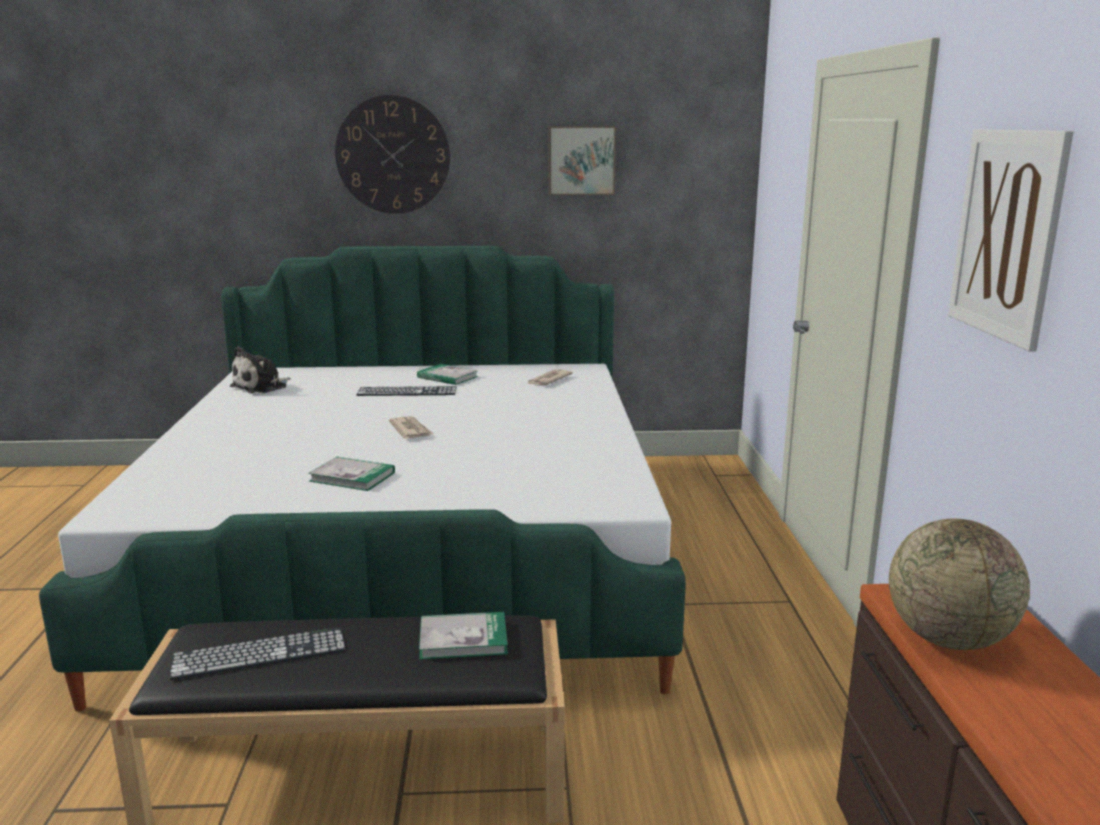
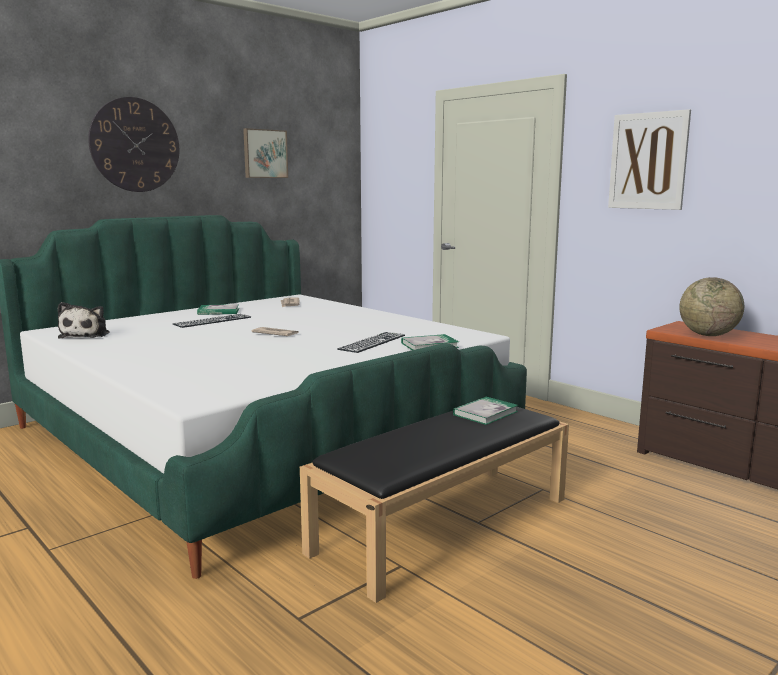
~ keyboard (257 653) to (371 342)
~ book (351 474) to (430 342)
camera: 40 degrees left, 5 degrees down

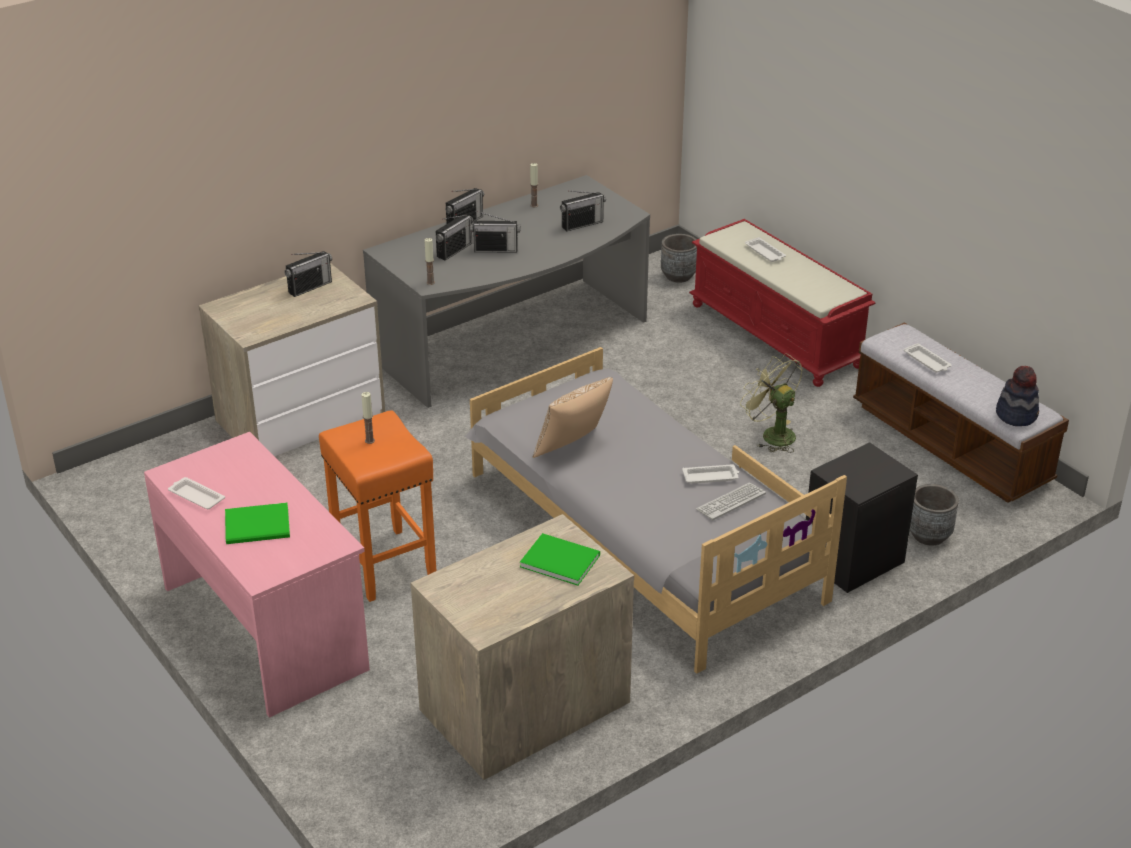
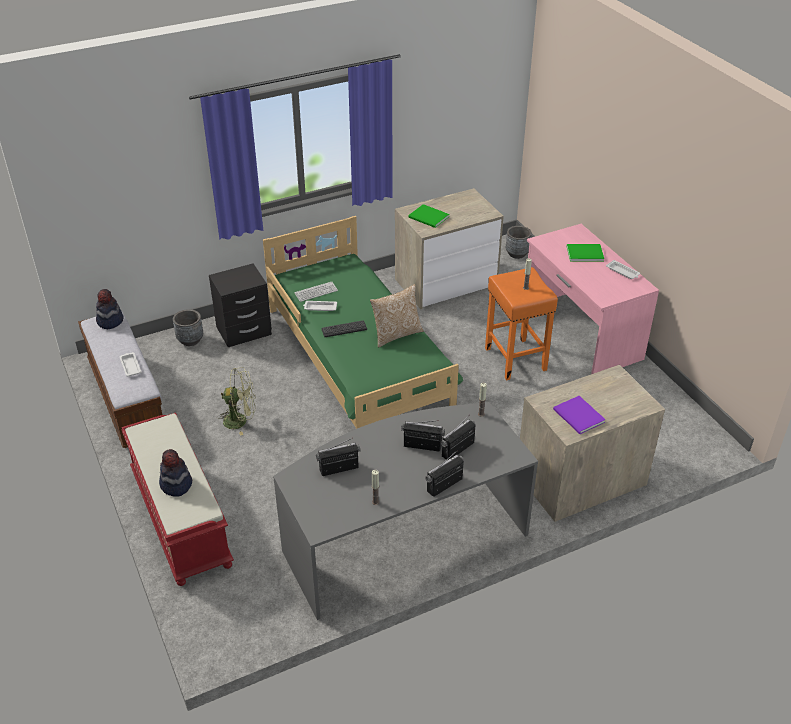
+ keyboard (344 328)
~ greyish flower pot (679 258) to (519 242)
~ radio (308 274) to purplish book (579 415)
~ white-coloured tray (765 249) to clothing hat (175 472)
~ greyish bedroom bed (655 510) to green bedroom bed (363 322)
~ green cooling fan (771 403) = (236 401) 60 degrees counterclockwise
camera: 170 degrees left, 5 degrees up

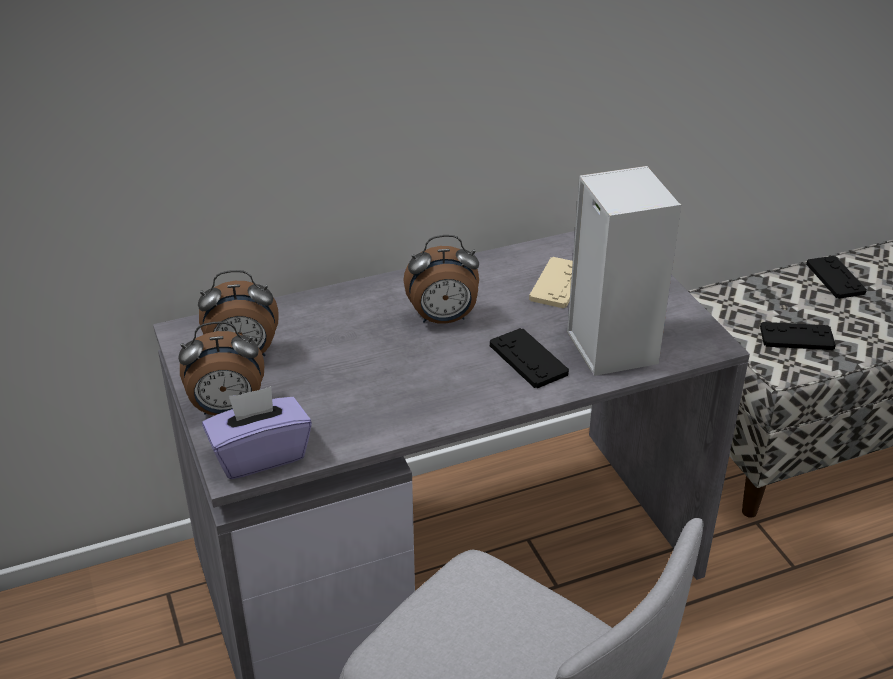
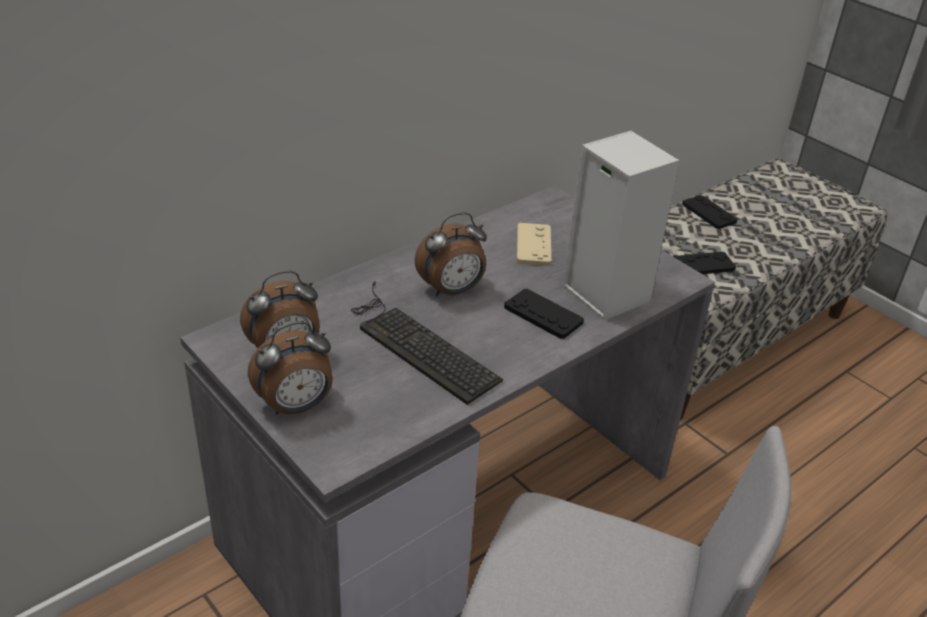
- purplish box of tissues (257 432)
+ keyboard (427 343)
camera: 20 degrees left, 0 degrees up

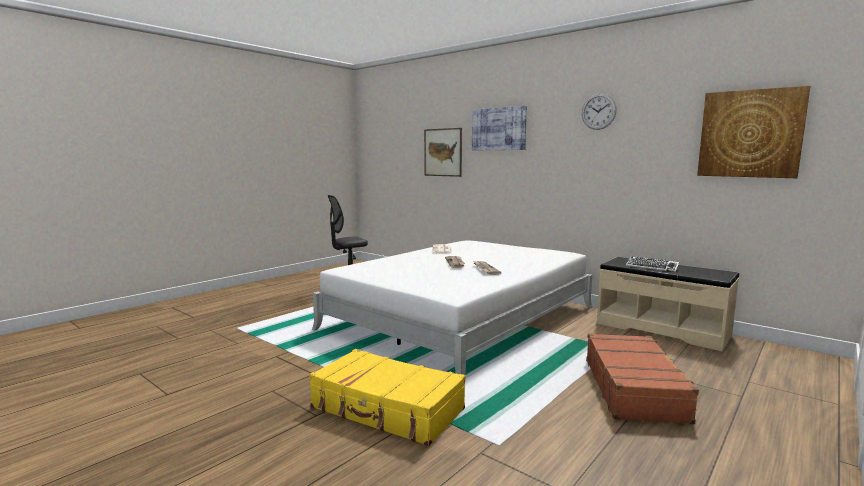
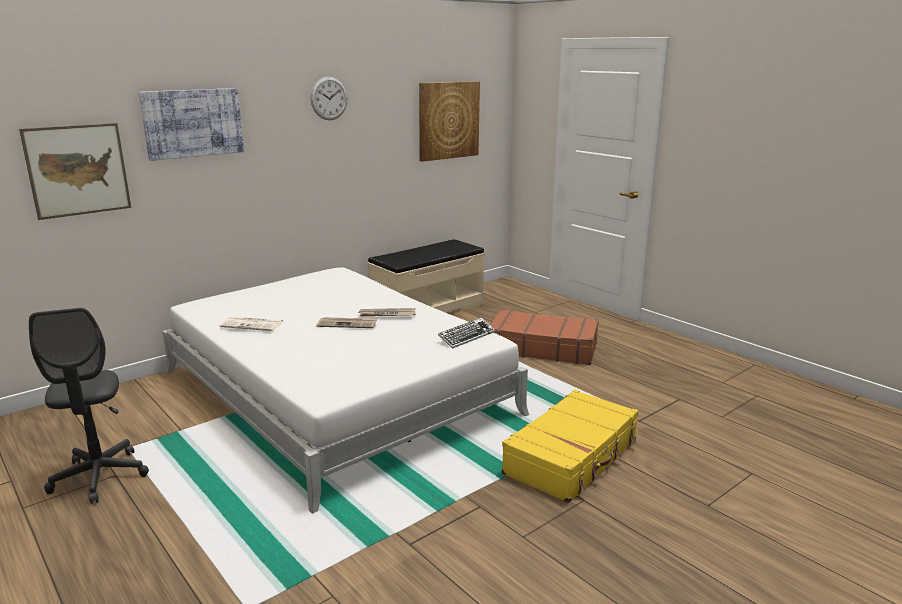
~ keyboard (652 264) to (466 333)
camera: 80 degrees left, 10 degrees up

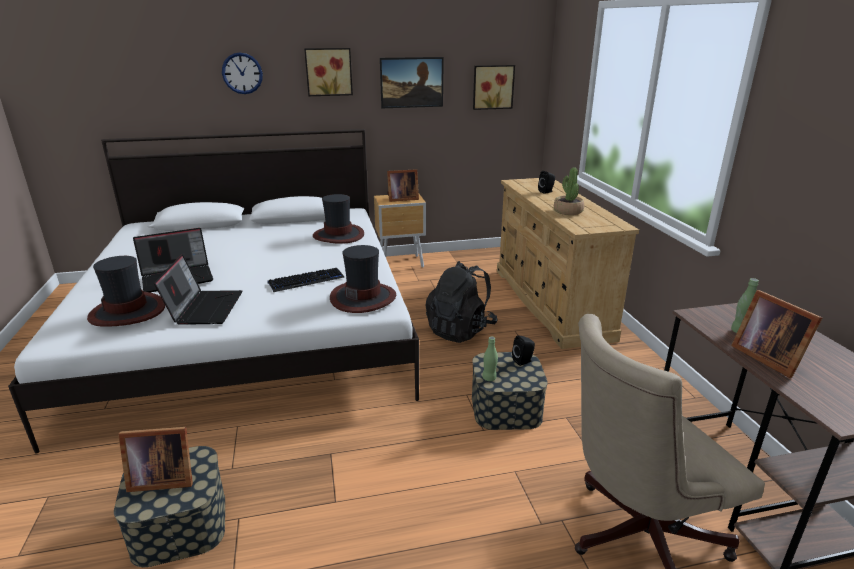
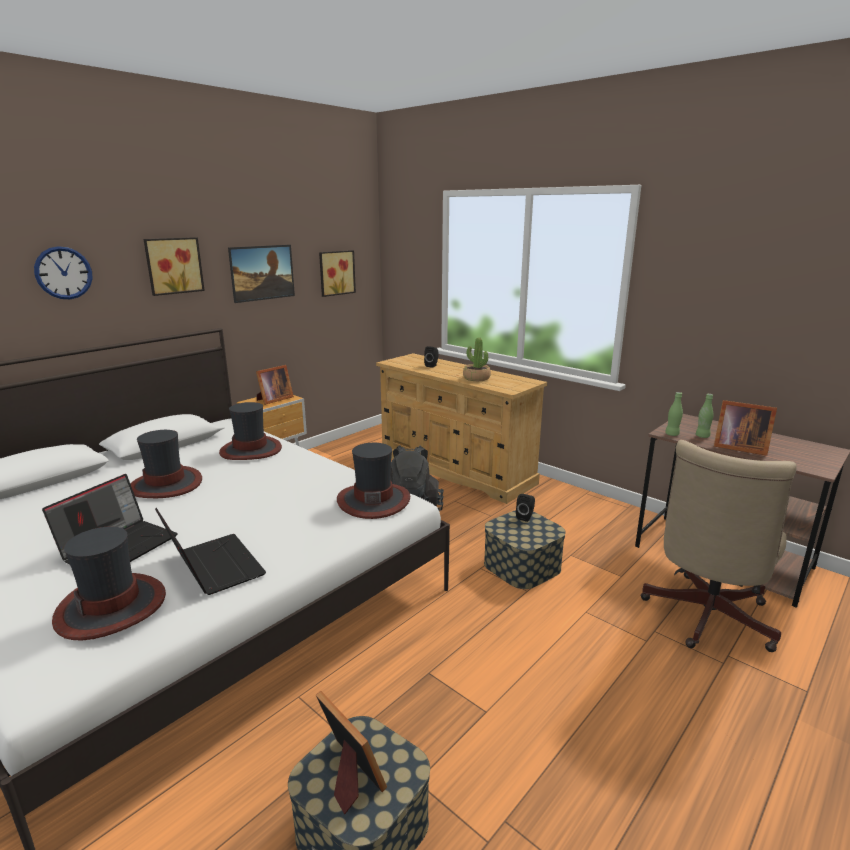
- keyboard (305 280)
+ clothing hat (166 464)
~ green bottle (490 359) to (674 414)
~ photo frame (155 459) = (351 752) 90 degrees counterclockwise
camera: 35 degrees left, 5 degrees down

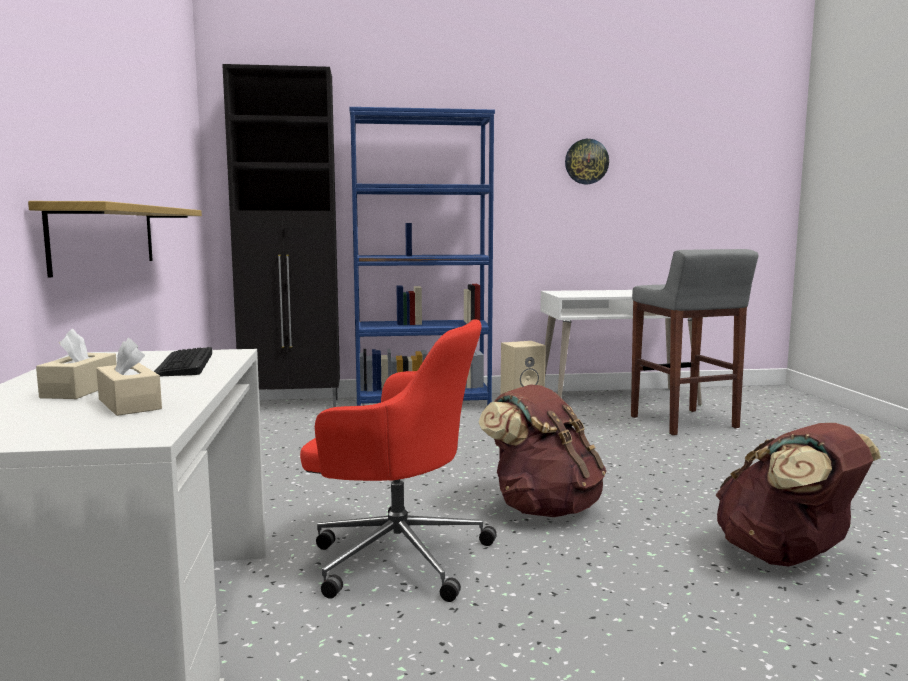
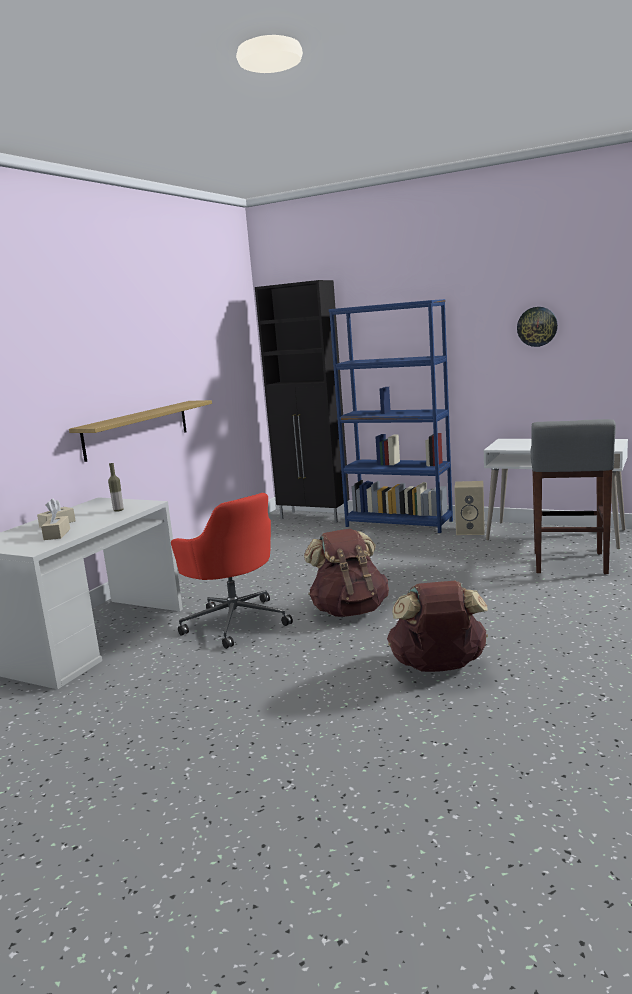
~ keyboard (183 361) to bottle (116 487)
camera: 35 degrees right, 5 degrees up

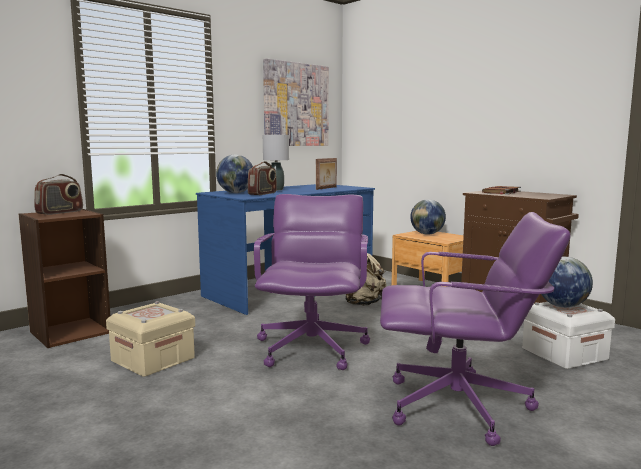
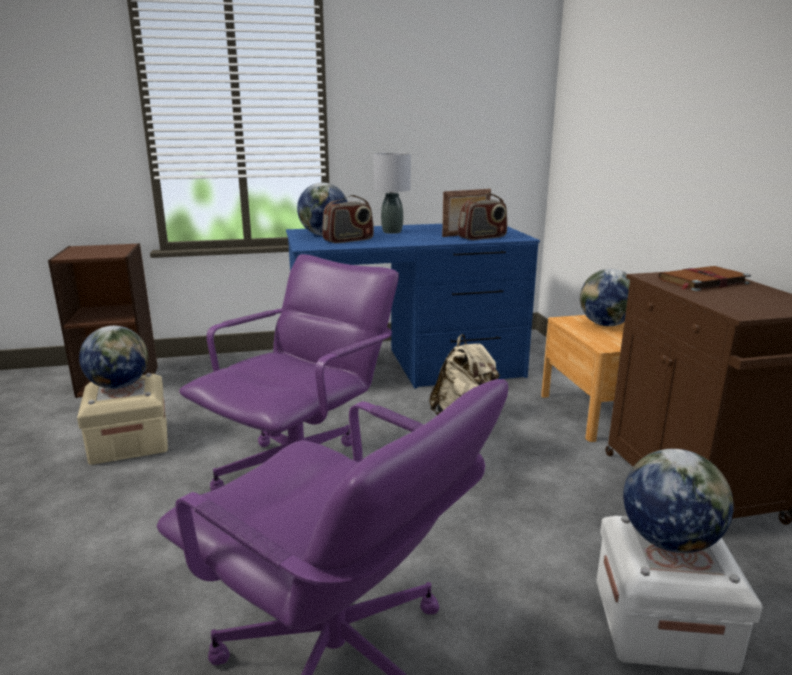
- picture (296 102)
+ desk globe (113 357)
~ radio (58 194) to (482 216)
camera: 30 degrees right, 10 degrees up

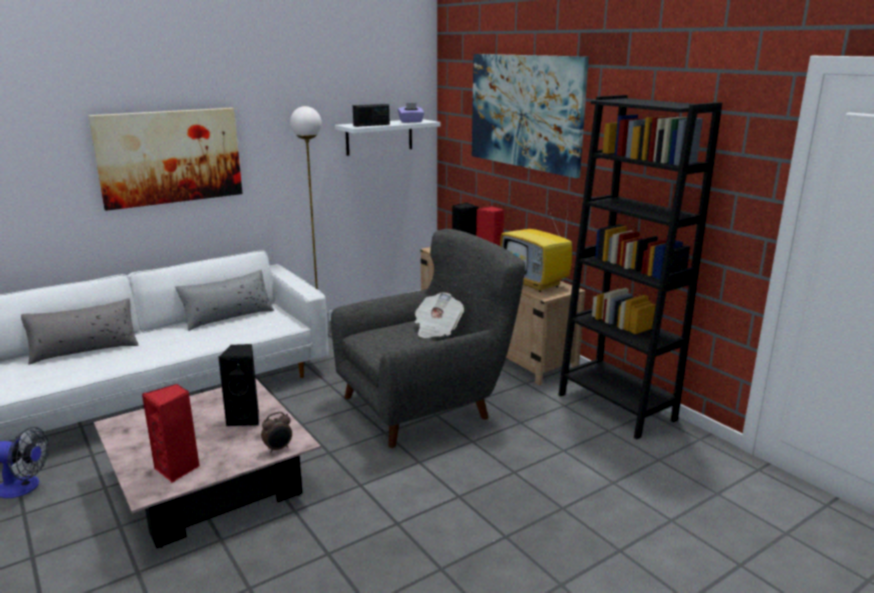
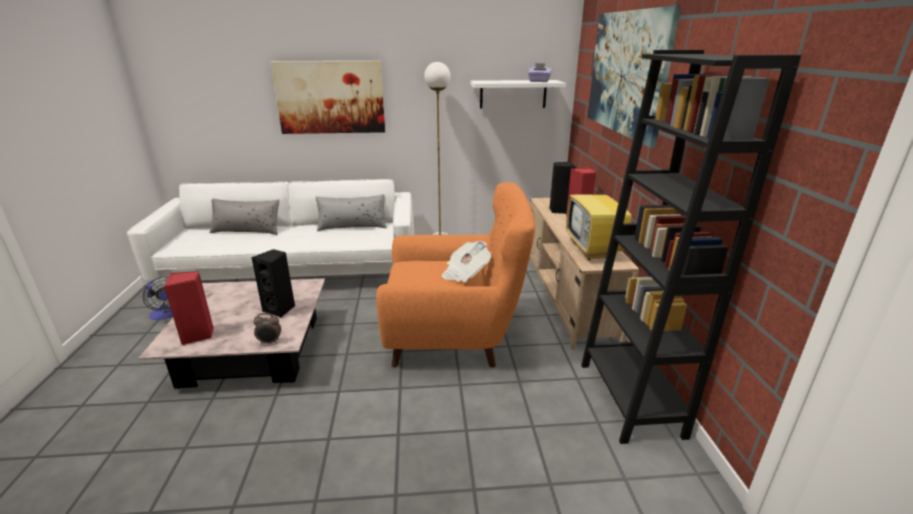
- radio (371 115)
~ greyish easy chair (428 338) to orangey easy chair (455 275)
camera: 30 degrees right, 5 degrees up

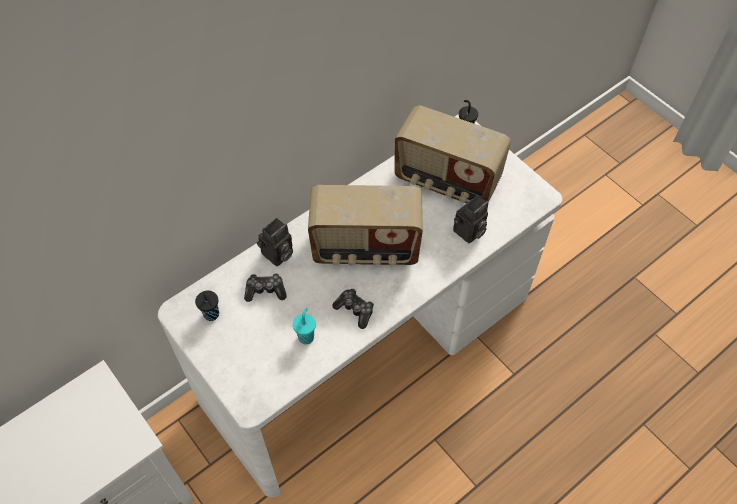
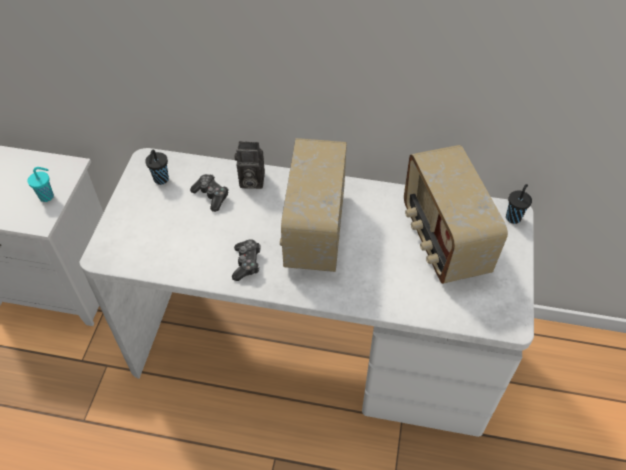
- still camera (470 219)
~ turquoise small cup (304 326) to (41 184)
~ radio (365 226) = (313 205) 45 degrees clockwise
camera: 50 degrees right, 5 degrees down

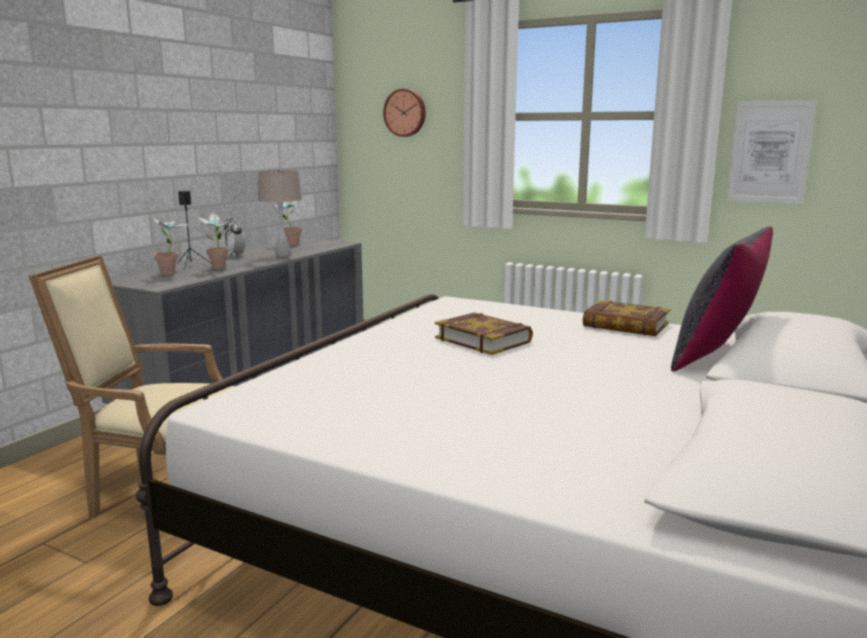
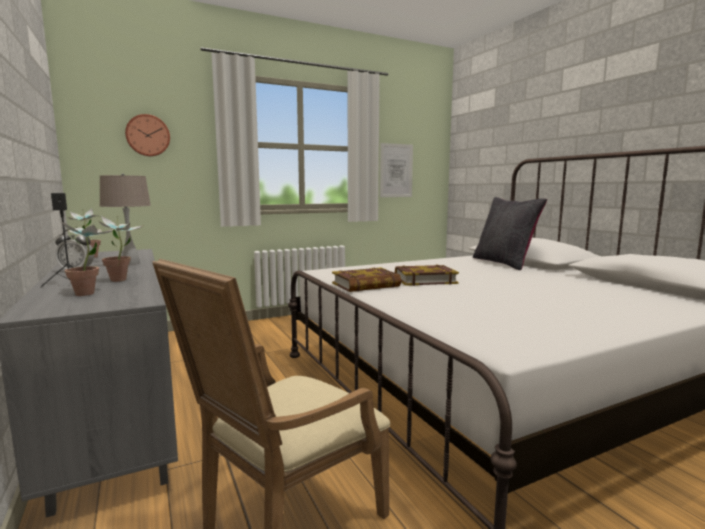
~ book (626 318) to (366 279)
camera: 55 degrees left, 5 degrees down

